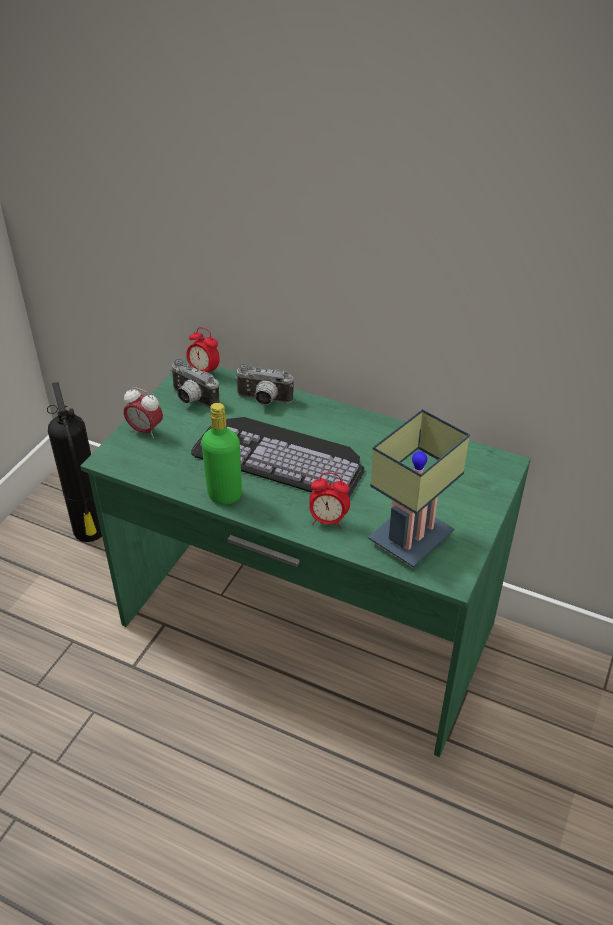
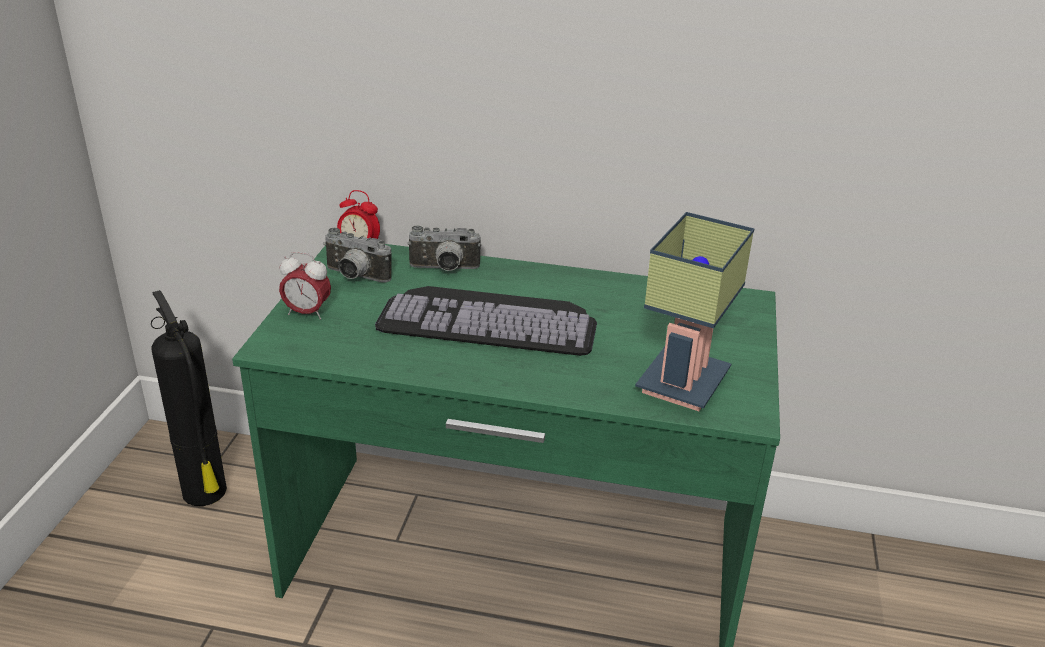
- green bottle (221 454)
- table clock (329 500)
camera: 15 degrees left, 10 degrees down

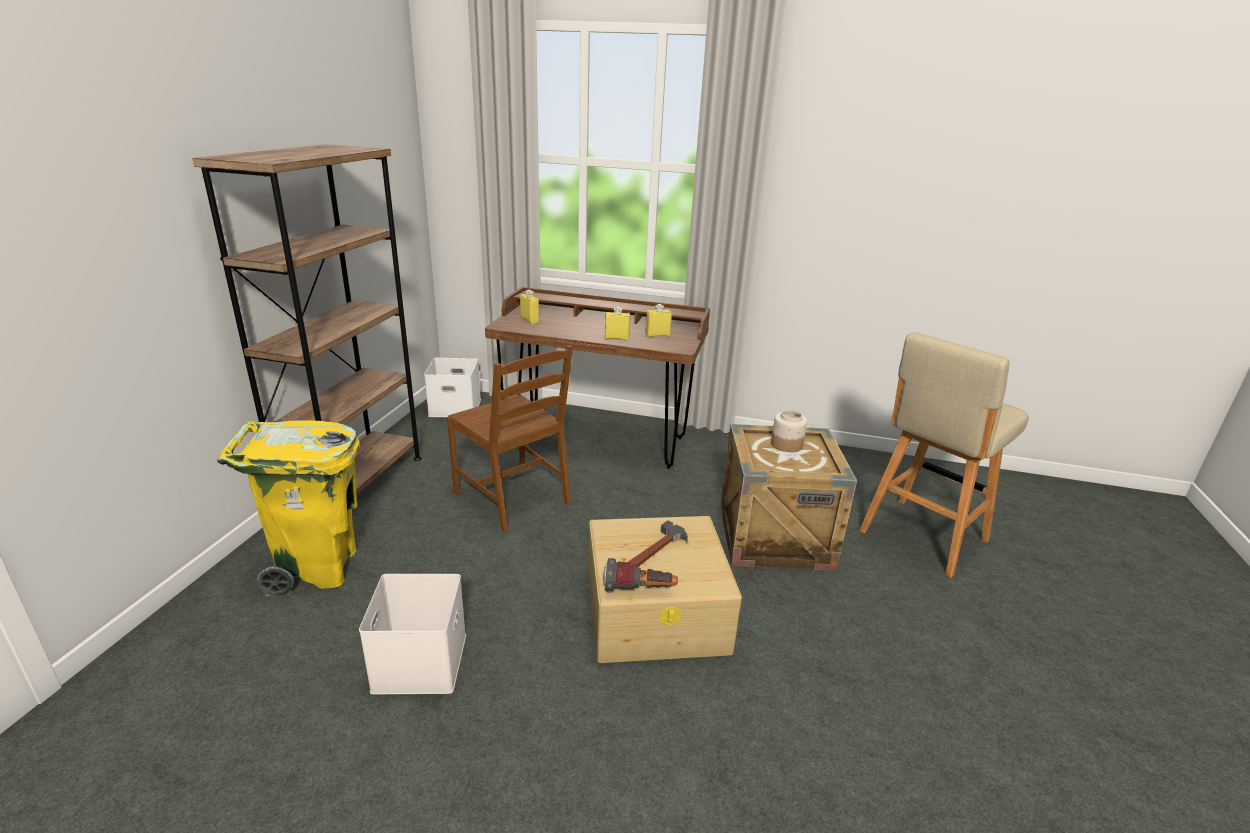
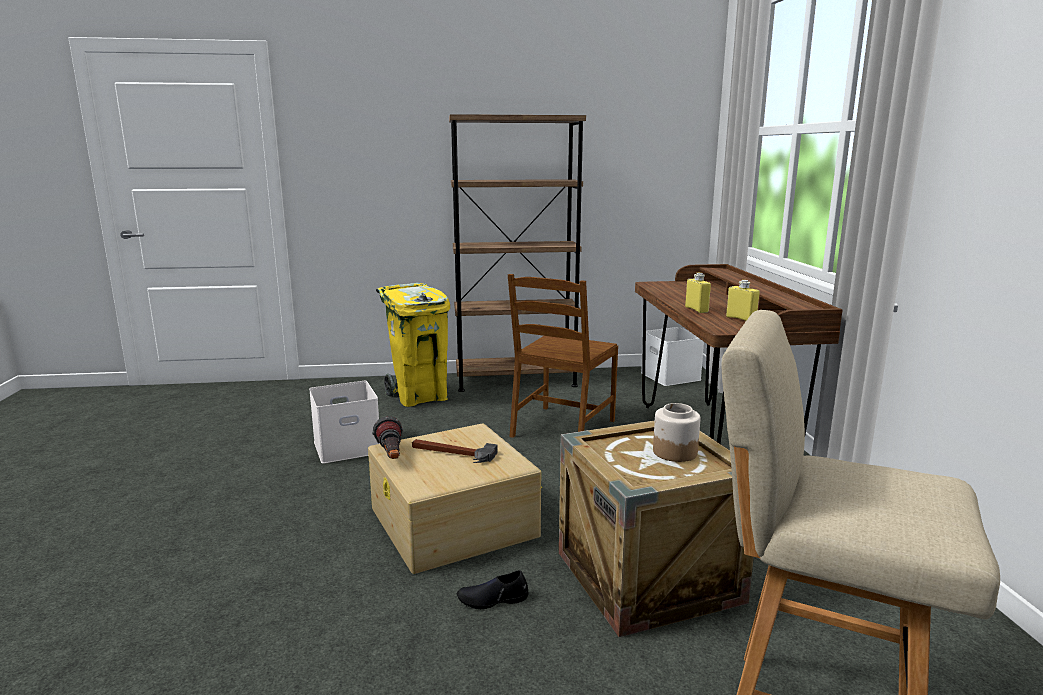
- yellowish bottle (529 307)
+ black-coloured low shoe (492 589)
camera: 70 degrees right, 10 degrees down

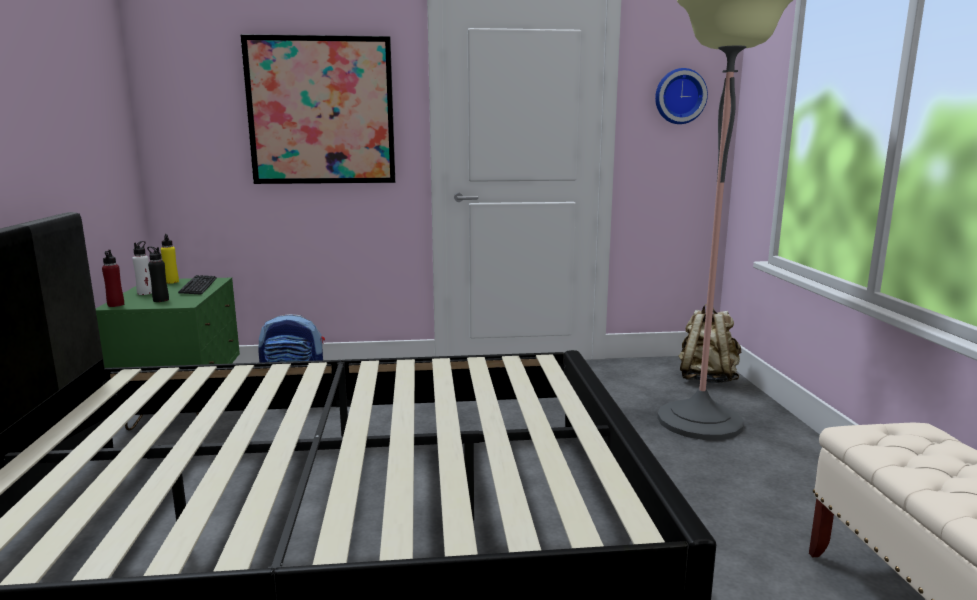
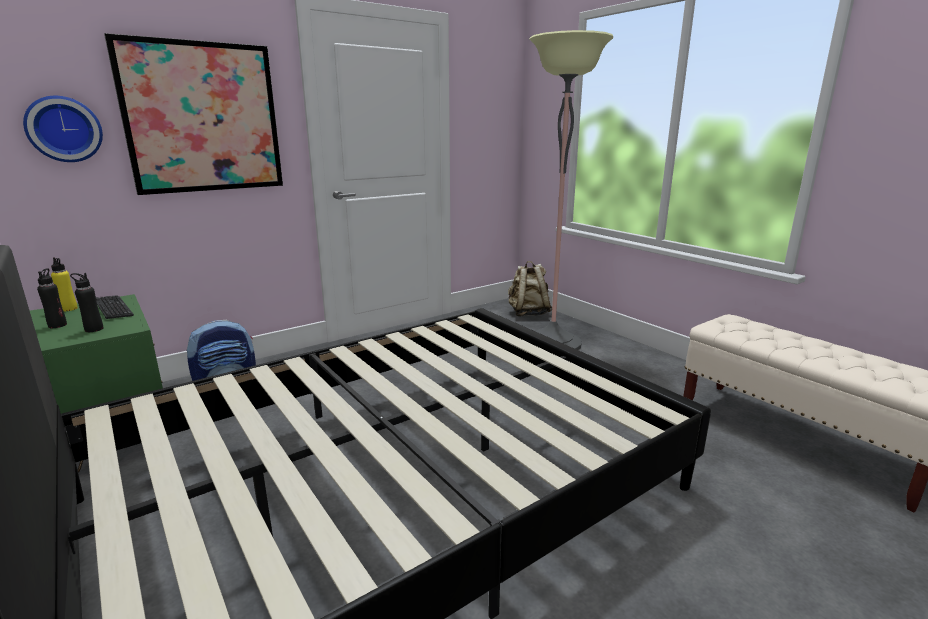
- red-coloured bottle (113 278)
~ wall clock (681 96) to (63 129)
~ white-coloured bottle (142 268) to black-coloured bottle (52 298)
camera: 30 degrees left, 5 degrees up

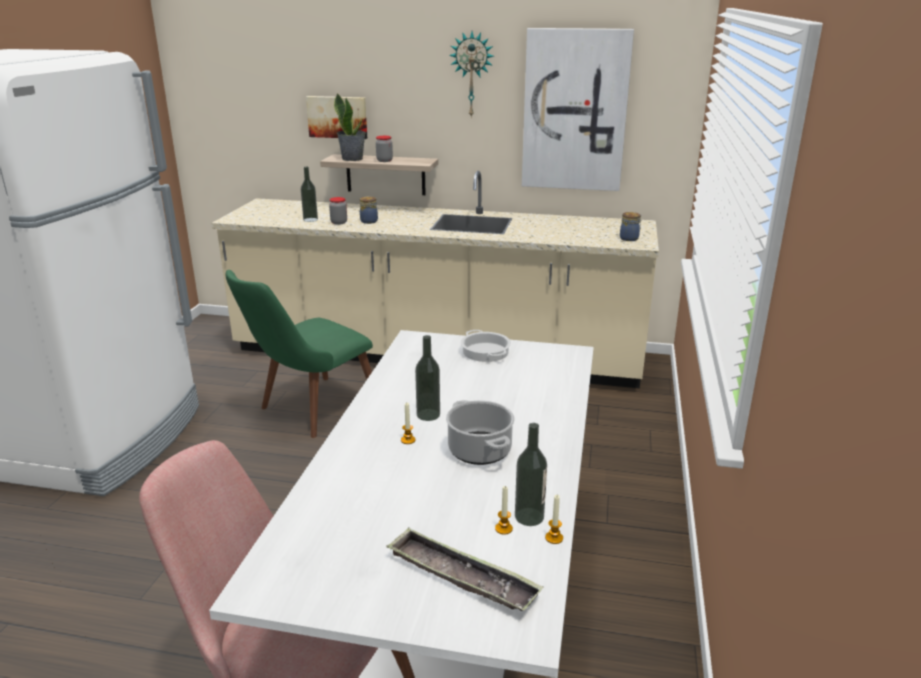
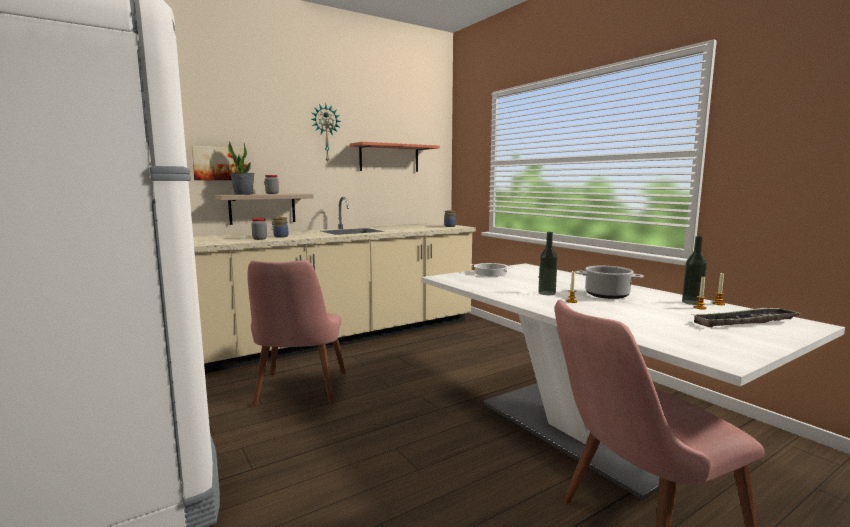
- bottle (309 194)
~ picture (578 109) to bracket shelf (395 157)
~ green chair (299 354) to pink chair (297 333)
camera: 45 degrees left, 15 degrees down

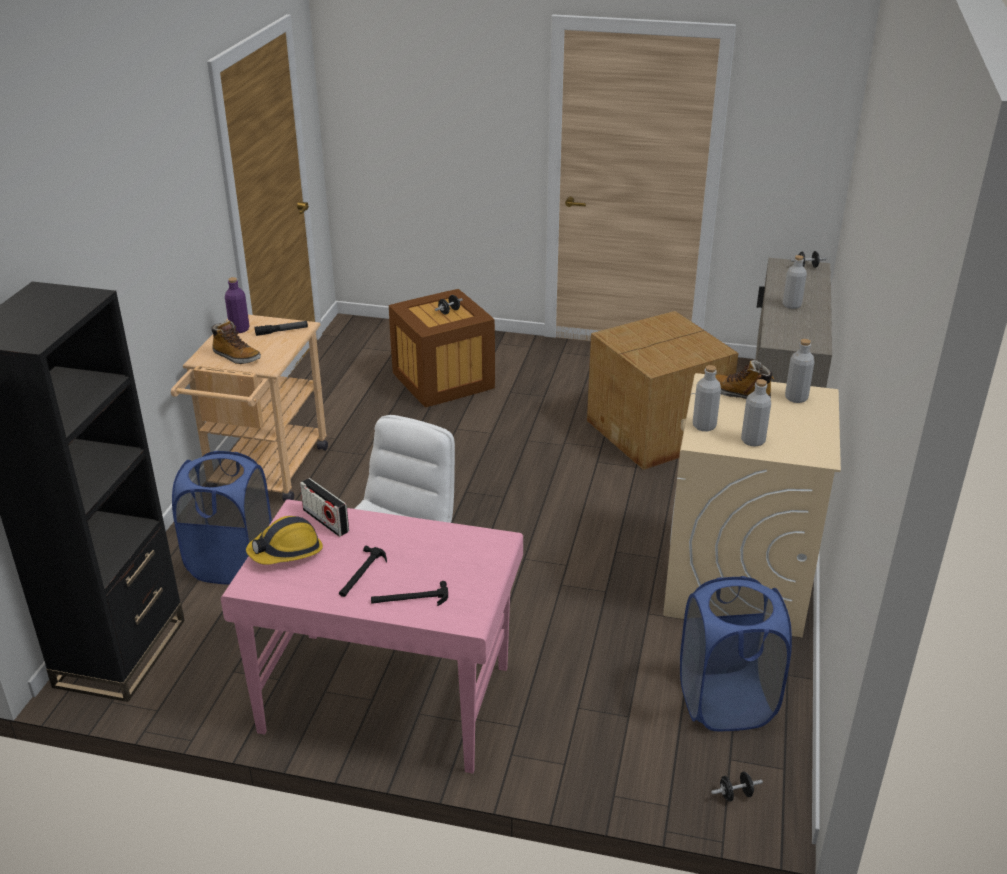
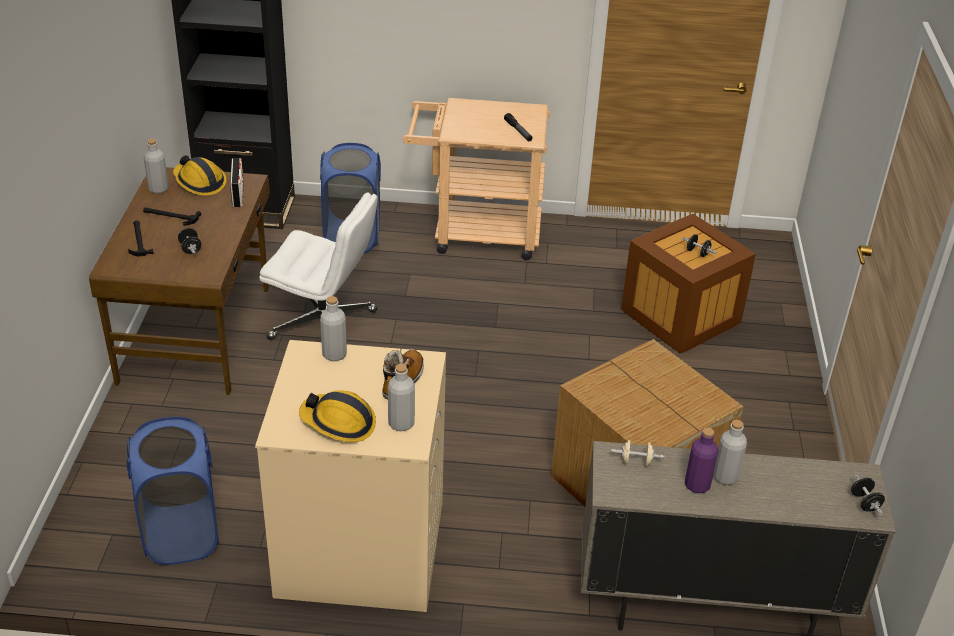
- high-top boot (236 342)
+ safety helmet (337 416)
+ beige free weight (637 453)
~ purplish bottle (237 305) to (702 461)
~ black-coloured free weight (737 787) to (189 241)
~ greyish bottle (756 413) to (156 166)
~ pink desk unit (372 636) to brown-coloured desk unit (179 281)
~ radio (324 507) = (237 182) 135 degrees clockwise
camera: 80 degrees right, 5 degrees up

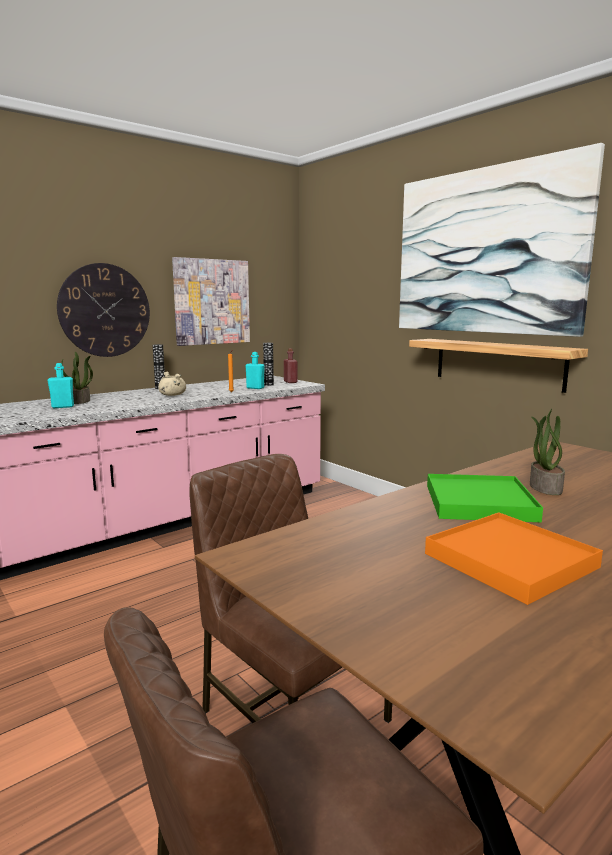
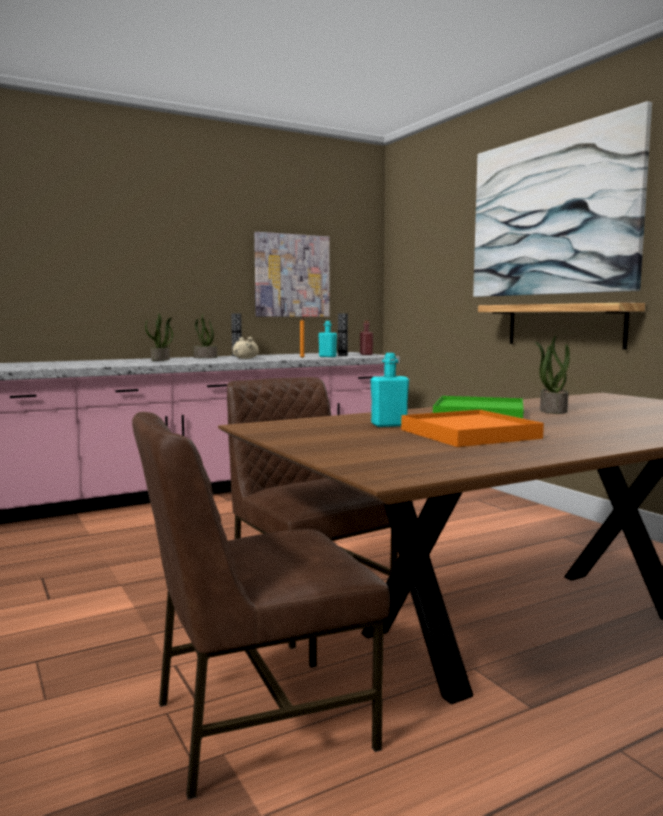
- wall clock (103 310)
+ potted plant (205 336)
~ turquoise bottle (60 385) to (389 390)
camera: 10 degrees right, 5 degrees down

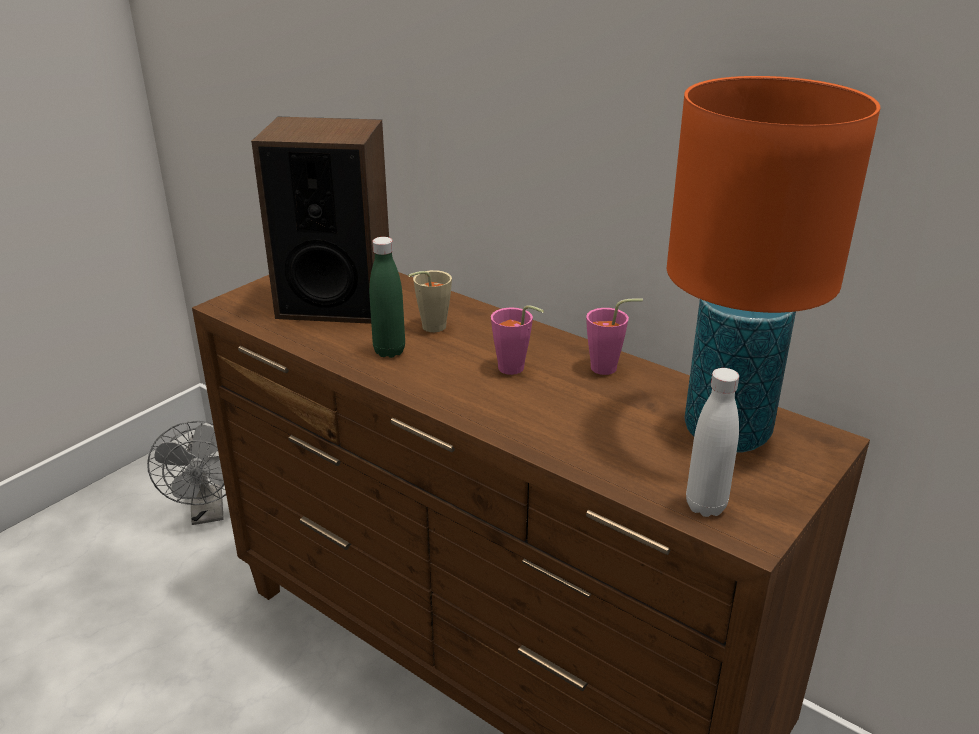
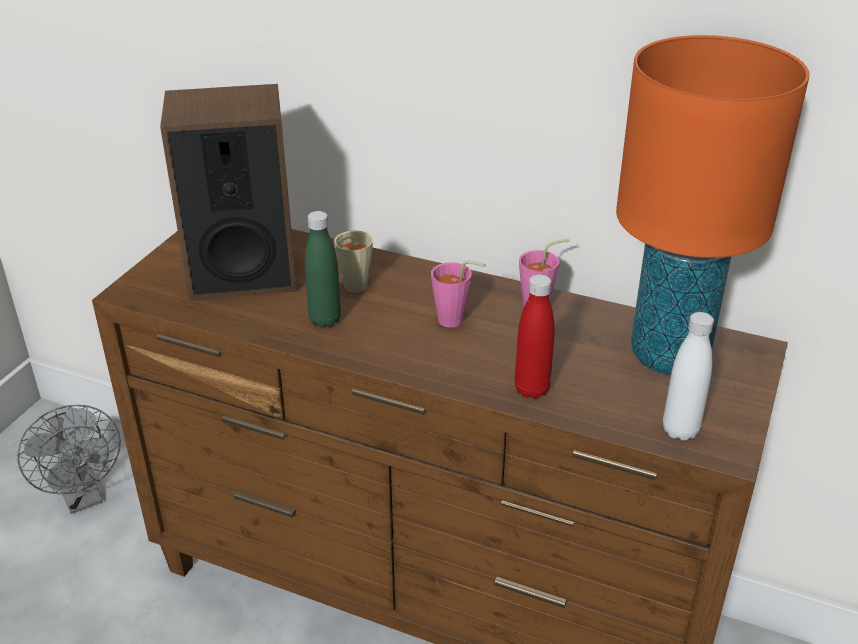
+ red-coloured bottle (534 336)
camera: 15 degrees left, 5 degrees up

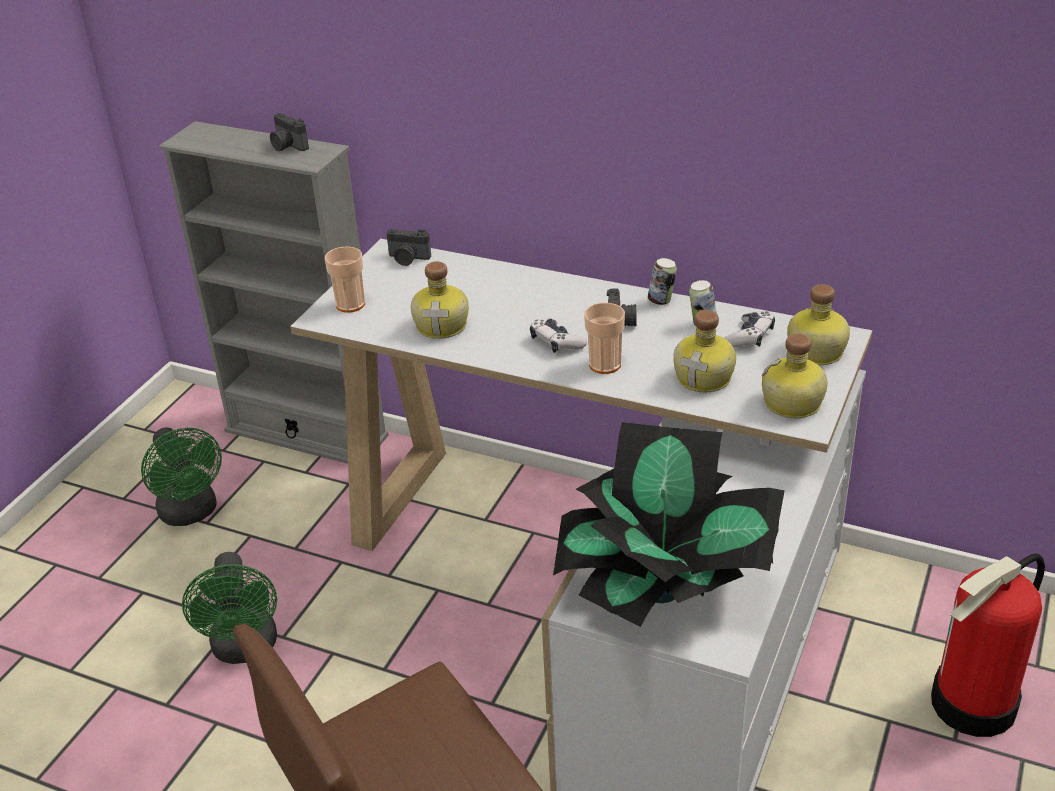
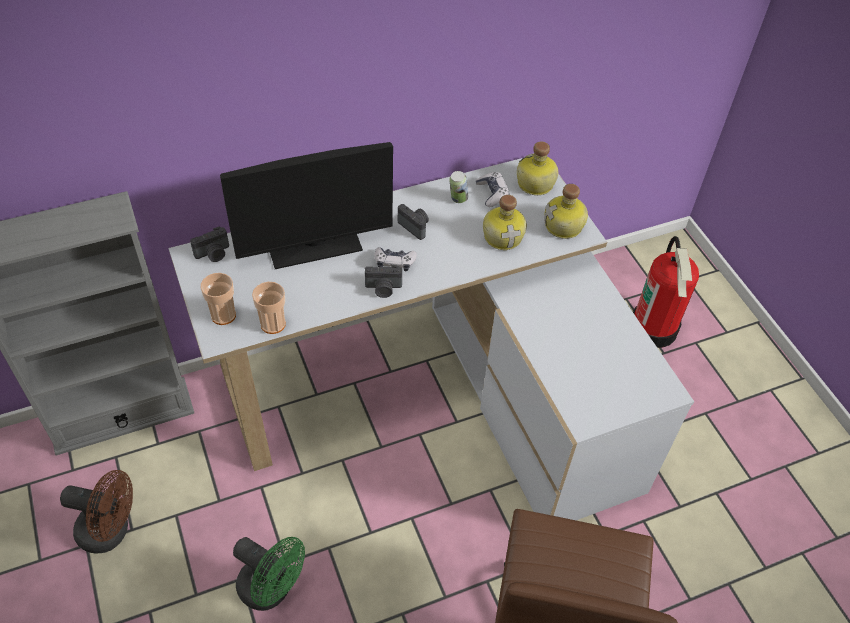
- bottle (440 300)
- potted plant (669 524)
- can (662 281)
+ monitor (306 205)
~ still camera (289 132) to (383 281)
~ small cup (604 338) to (269 308)
~ green cooling fan (181 476) to brown-coloured cooling fan (96 511)
camera: 50 degrees left, 15 degrees up

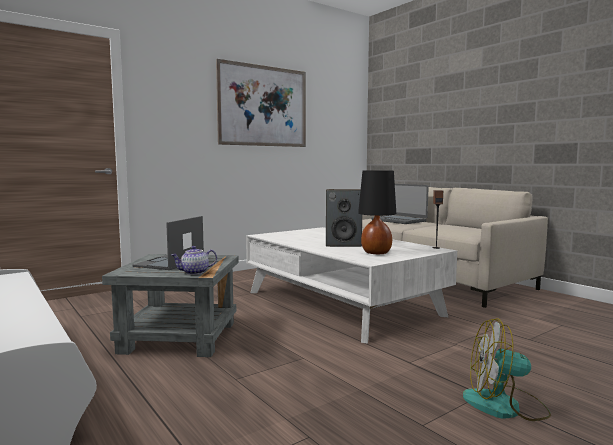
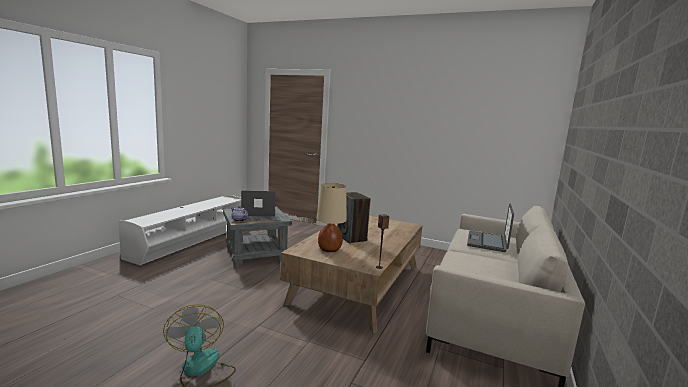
- picture (261 103)
~ white-coloured lounge table (351 285) to brown-coloured lounge table (351 274)
~ black-coloured lamp for a table (377 212) to beige lamp for a table (331 217)
camera: 60 degrees right, 5 degrees up

